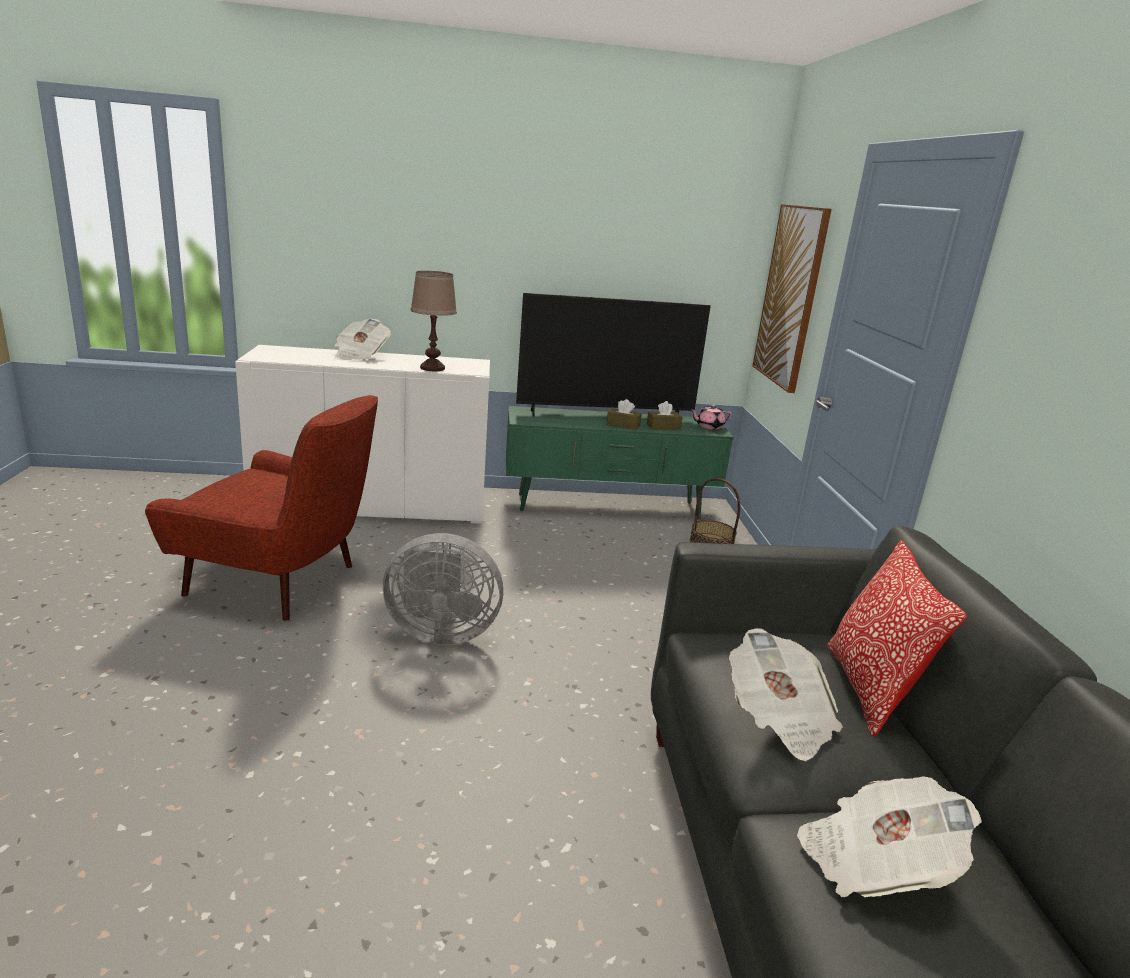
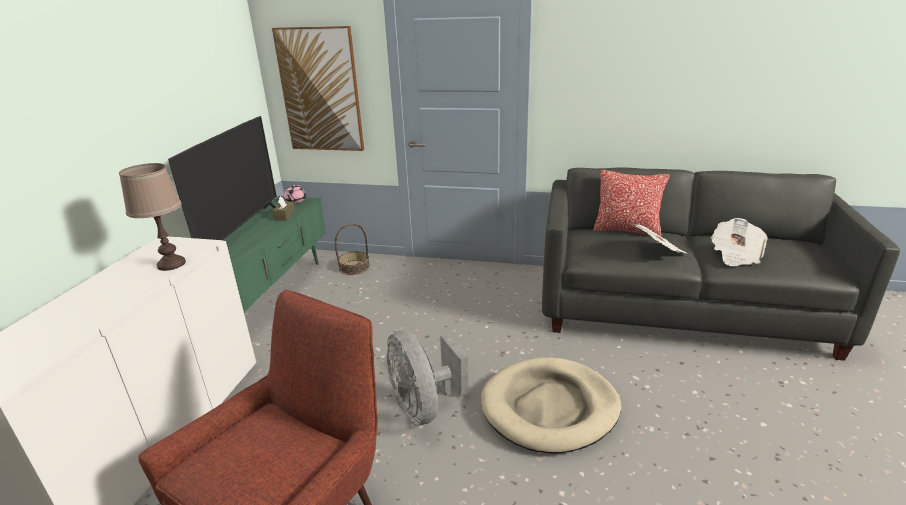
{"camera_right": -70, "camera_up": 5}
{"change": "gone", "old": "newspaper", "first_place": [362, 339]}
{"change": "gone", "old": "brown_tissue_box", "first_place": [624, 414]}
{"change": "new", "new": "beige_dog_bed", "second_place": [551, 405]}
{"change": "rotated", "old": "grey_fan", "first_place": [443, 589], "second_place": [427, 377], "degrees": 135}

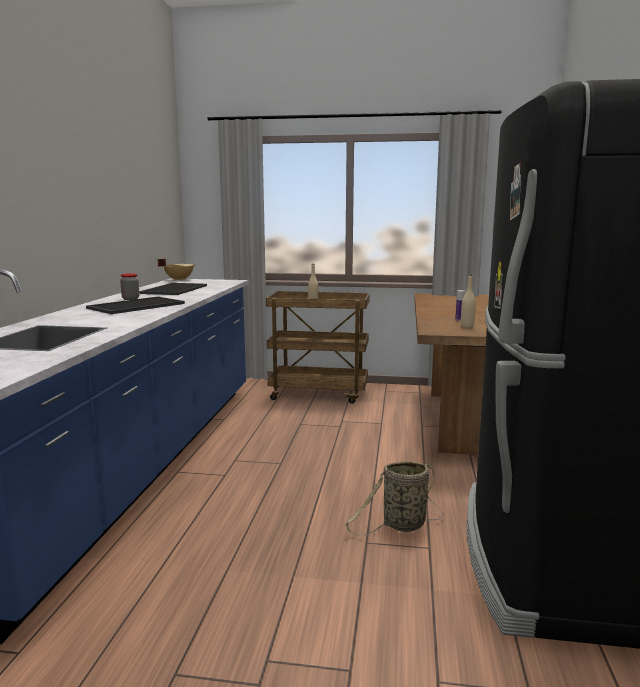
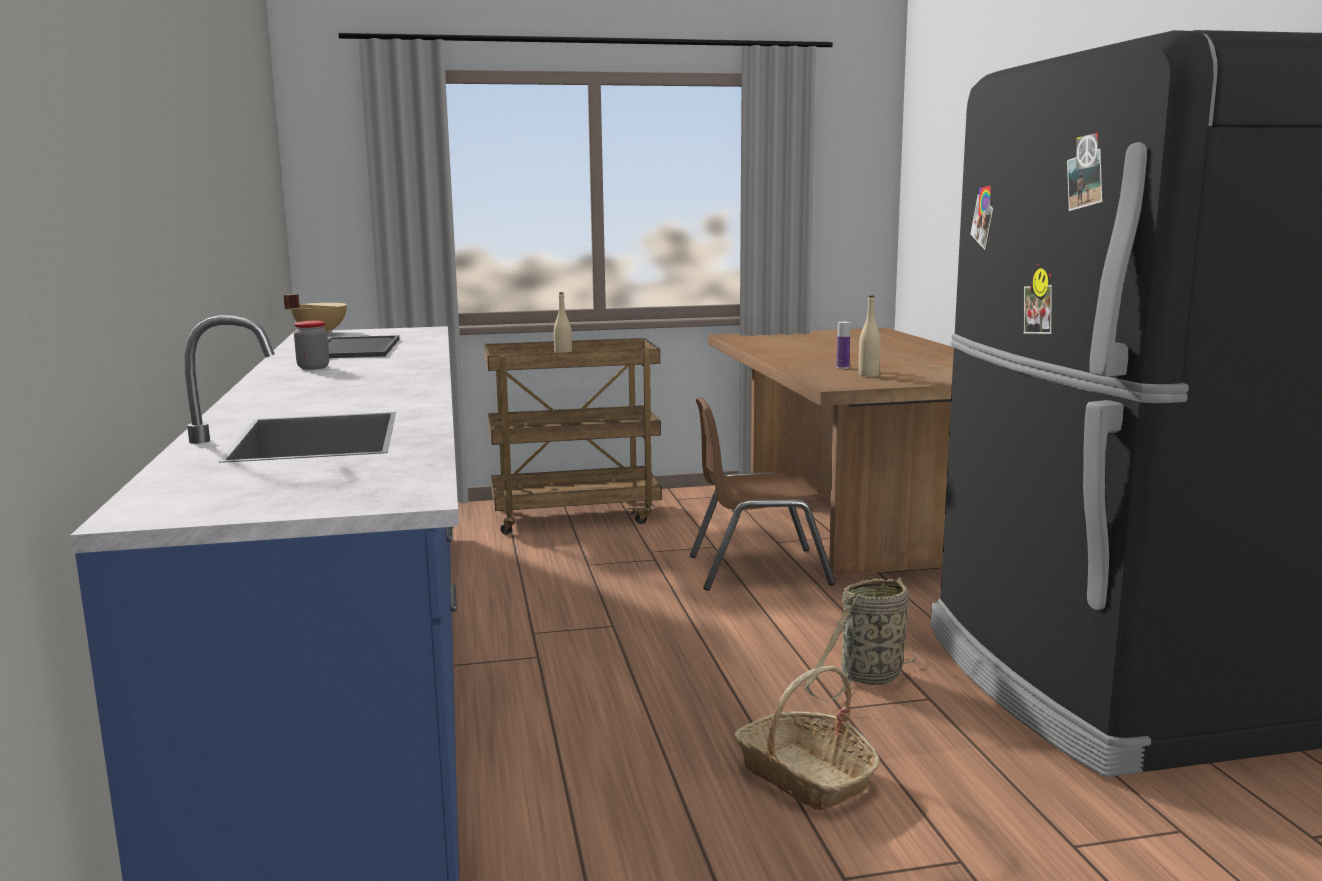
{"camera_right": -20, "camera_up": 0}
{"change": "gone", "old": "tray", "first_place": [135, 305]}
{"change": "new", "new": "brown_chair", "second_place": [762, 493]}
{"change": "new", "new": "basket", "second_place": [806, 737]}

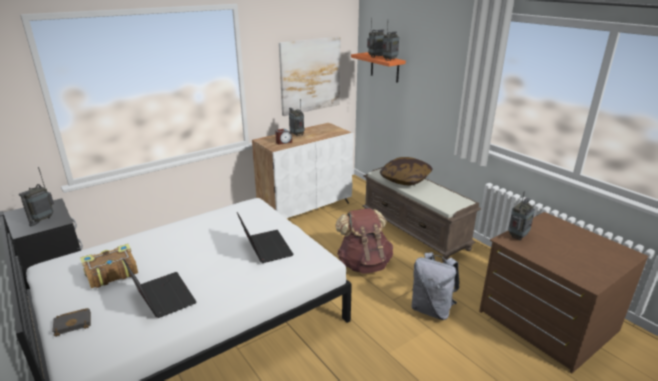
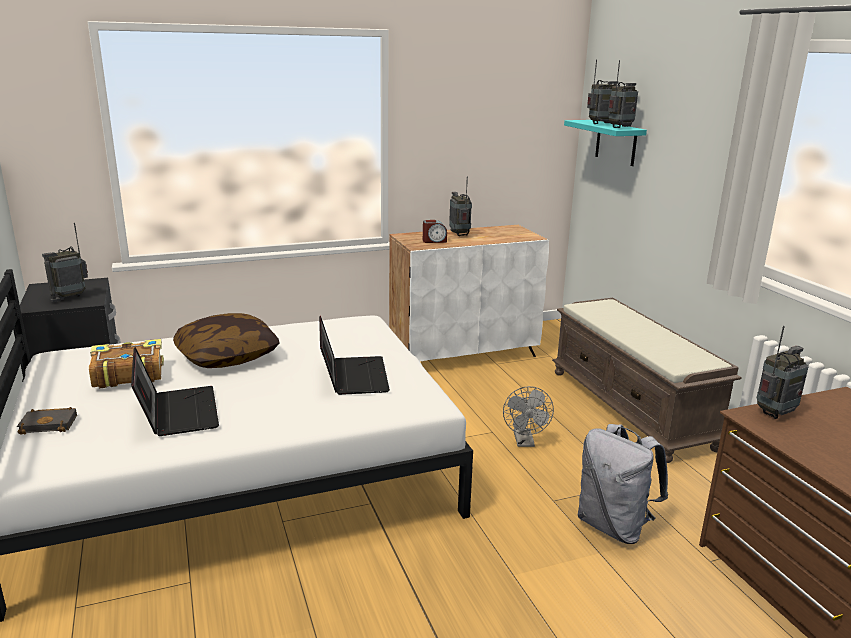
{"camera_right": 15, "camera_up": -5}
{"change": "gone", "old": "picture", "first_place": [309, 76]}
{"change": "shifted", "old": "pillow", "first_place": [406, 171], "second_place": [226, 340]}
{"change": "swapped", "old": "brown_backpack", "new": "grey_fan", "first_place": [364, 241], "second_place": [528, 416]}
{"change": "repainted", "old": "orange_shelf", "new": "turquoise_shelf", "first_place": [378, 67], "second_place": [605, 143]}

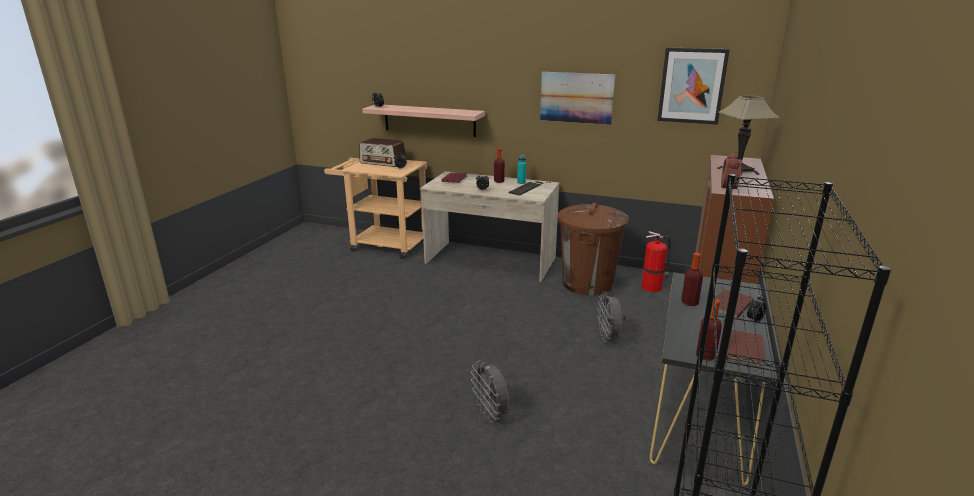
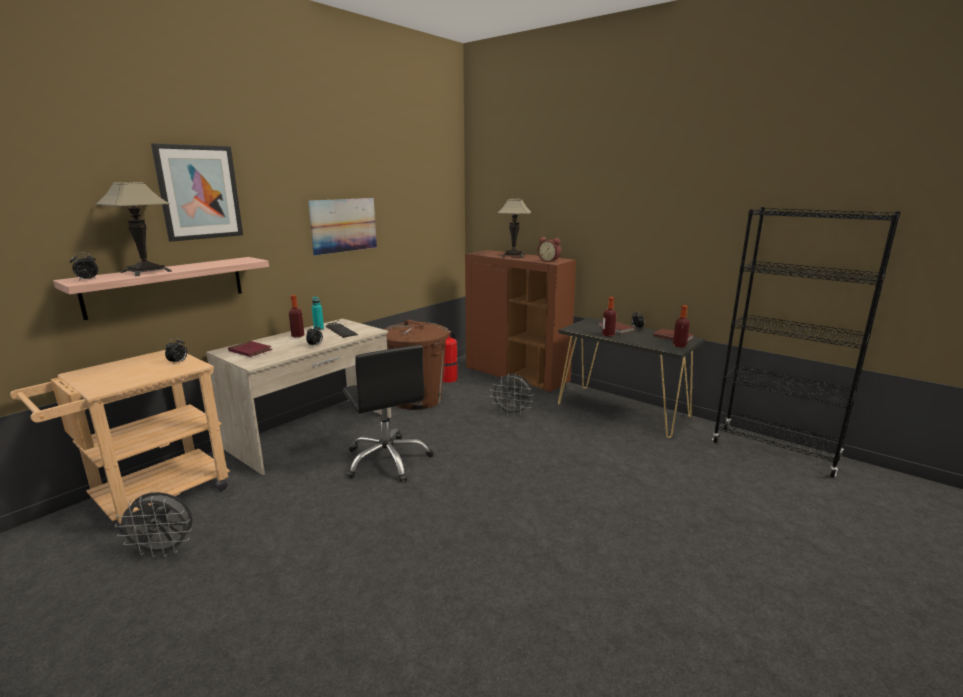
{"camera_right": -70, "camera_up": -5}
{"change": "gone", "old": "radio", "first_place": [383, 152]}
{"change": "new", "new": "table_lamp", "second_place": [133, 228]}
{"change": "new", "new": "black_office_chair", "second_place": [388, 413]}
{"change": "shifted", "old": "grey_fan", "first_place": [490, 391], "second_place": [154, 525]}
{"change": "shifted", "old": "picture", "first_place": [693, 86], "second_place": [197, 192]}

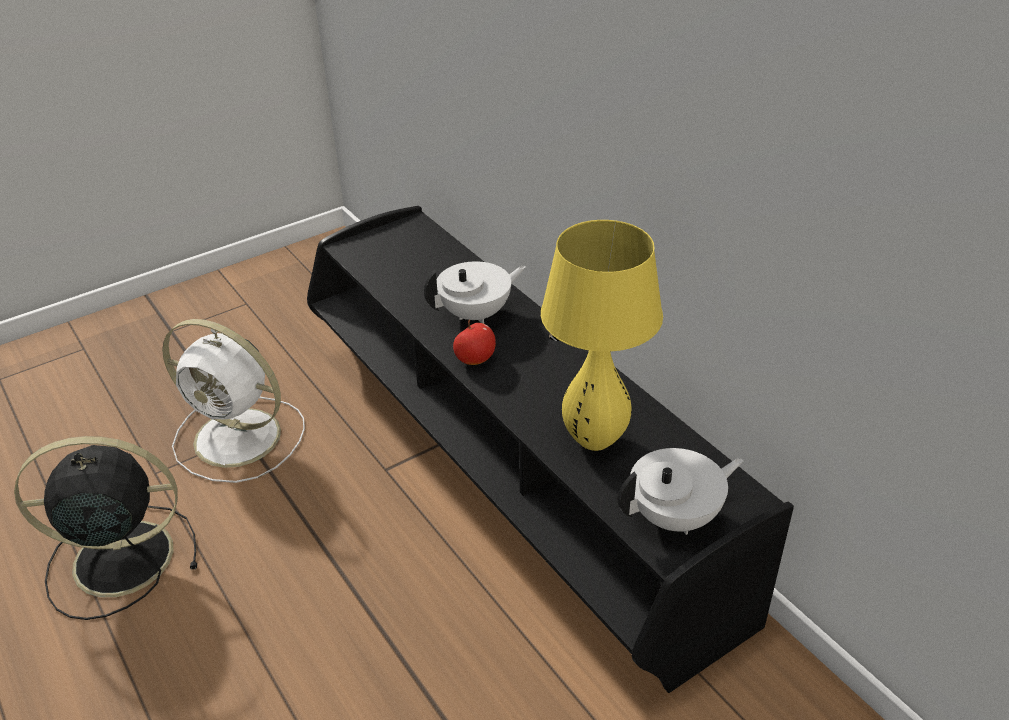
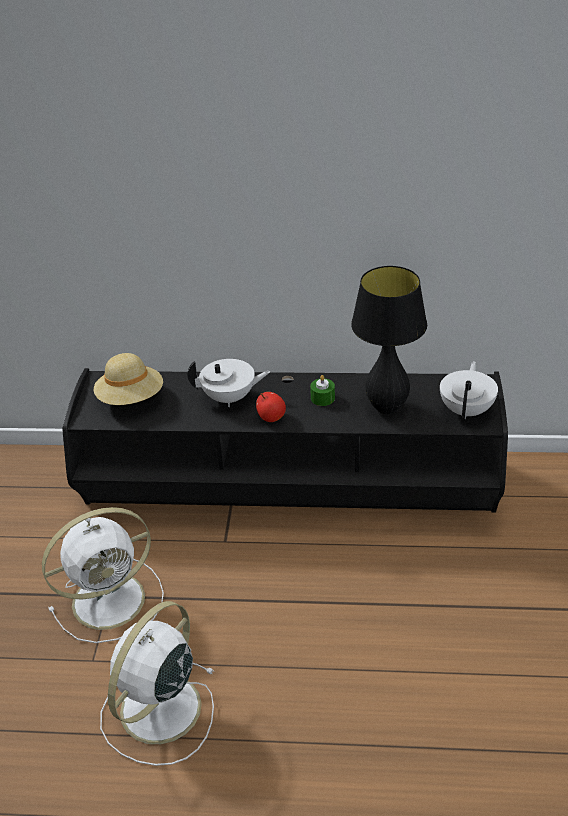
{"camera_right": -50, "camera_up": 0}
{"change": "new", "new": "beige_hat", "second_place": [128, 379]}
{"change": "new", "new": "green_candle", "second_place": [322, 390]}
{"change": "repainted", "old": "black_fan", "new": "white_fan", "first_place": [105, 528], "second_place": [157, 683]}
{"change": "repainted", "old": "yellow_table_lamp", "new": "black_table_lamp", "first_place": [602, 335], "second_place": [389, 340]}
{"change": "rotated", "old": "white_teapot", "first_place": [475, 292], "second_place": [228, 383], "degrees": 75}

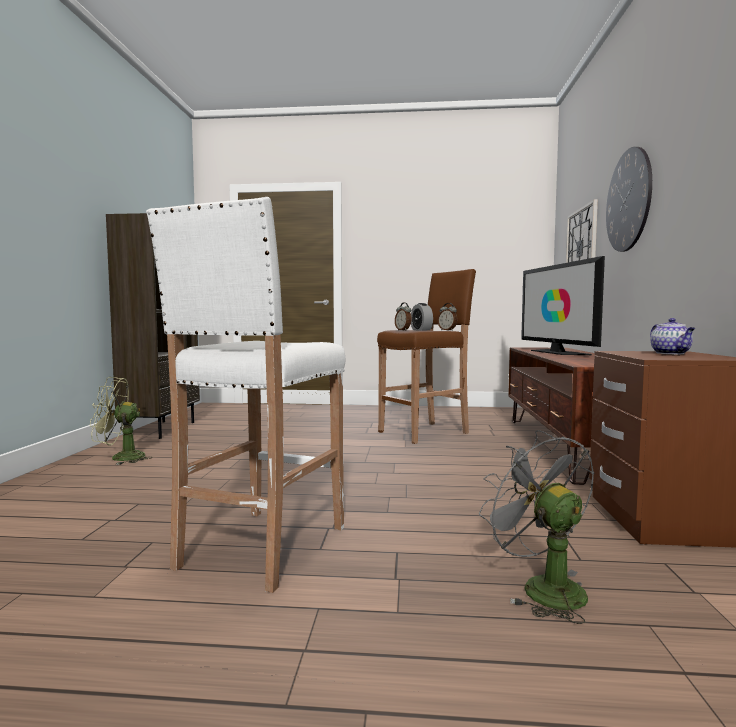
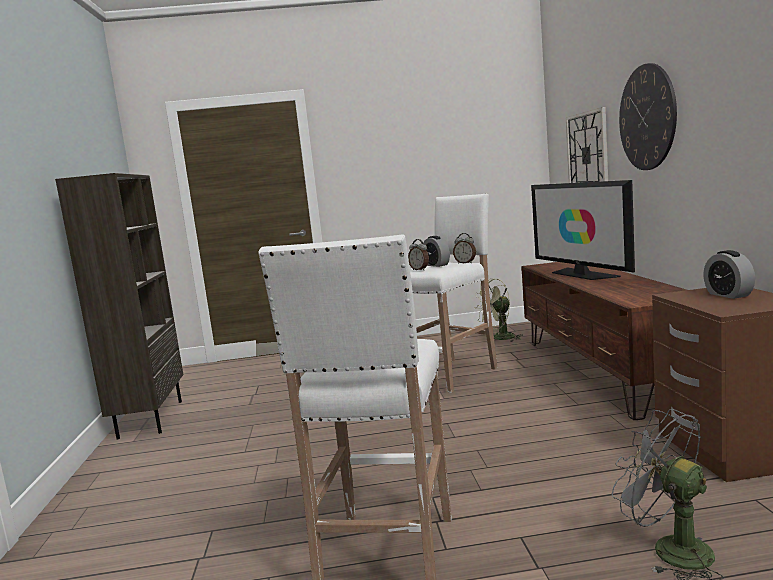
{"camera_right": -10, "camera_up": 5}
{"change": "shifted", "old": "green_fan", "first_place": [121, 421], "second_place": [498, 310]}
{"change": "swapped", "old": "teapot", "new": "alarm_clock", "first_place": [672, 336], "second_place": [729, 274]}
{"change": "repainted", "old": "brown_stool", "new": "white_stool", "first_place": [426, 356], "second_place": [454, 293]}

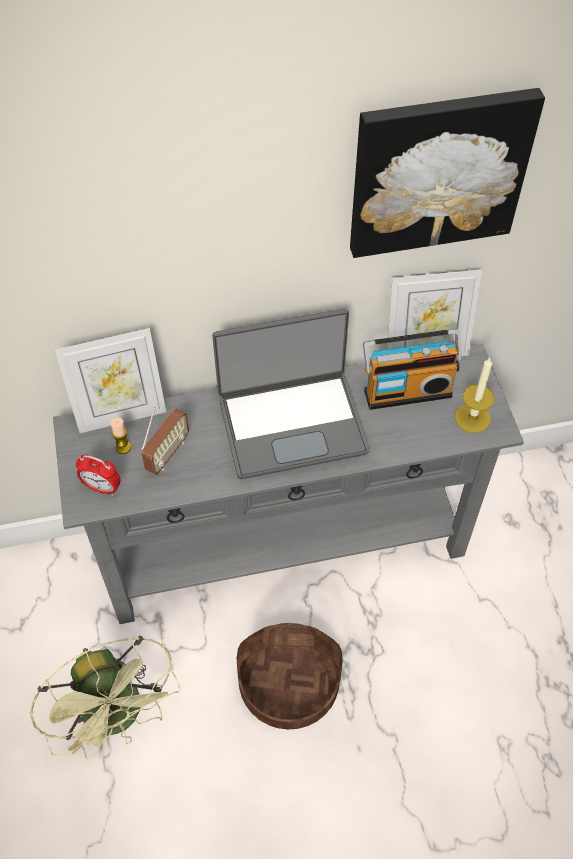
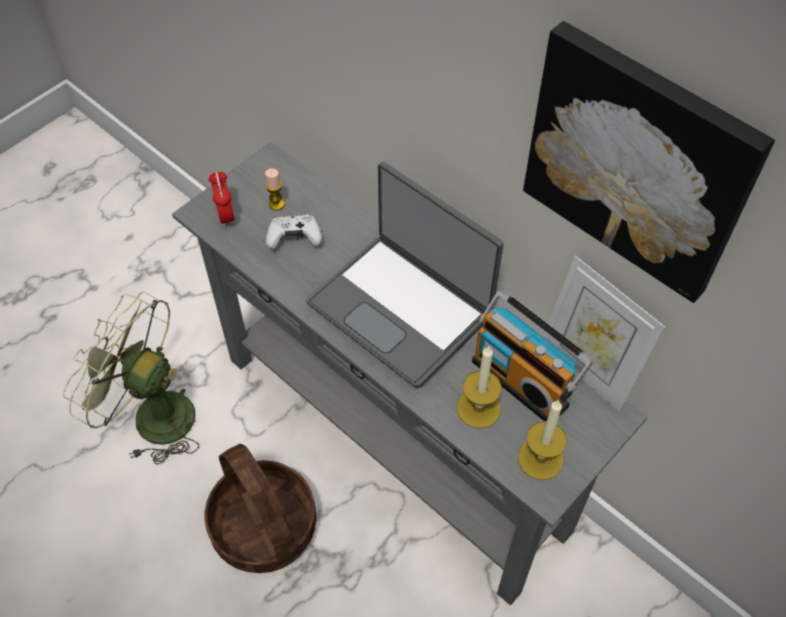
{"camera_right": 55, "camera_up": 0}
{"change": "gone", "old": "picture_frame", "first_place": [110, 380]}
{"change": "new", "new": "candle", "second_place": [479, 387]}
{"change": "swapped", "old": "radio", "new": "white_game_controller", "first_place": [165, 441], "second_place": [294, 232]}
{"change": "rotated", "old": "green_fan", "first_place": [104, 697], "second_place": [131, 378], "degrees": 90}

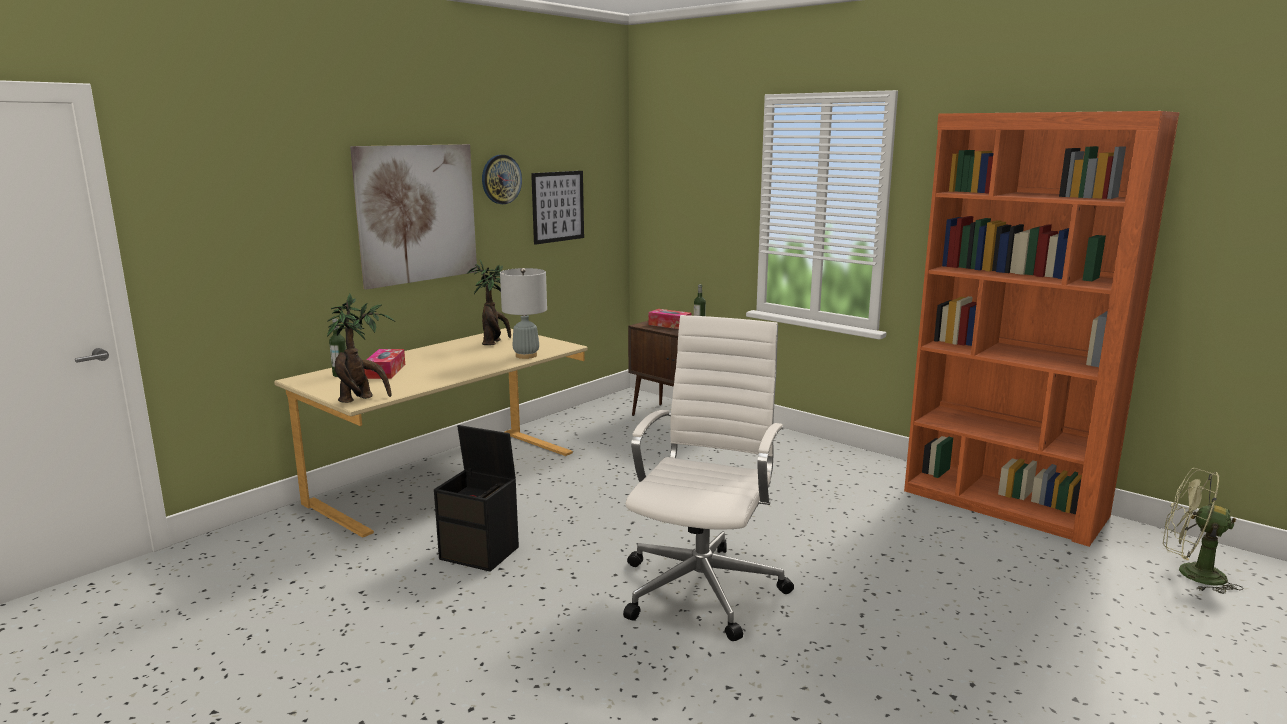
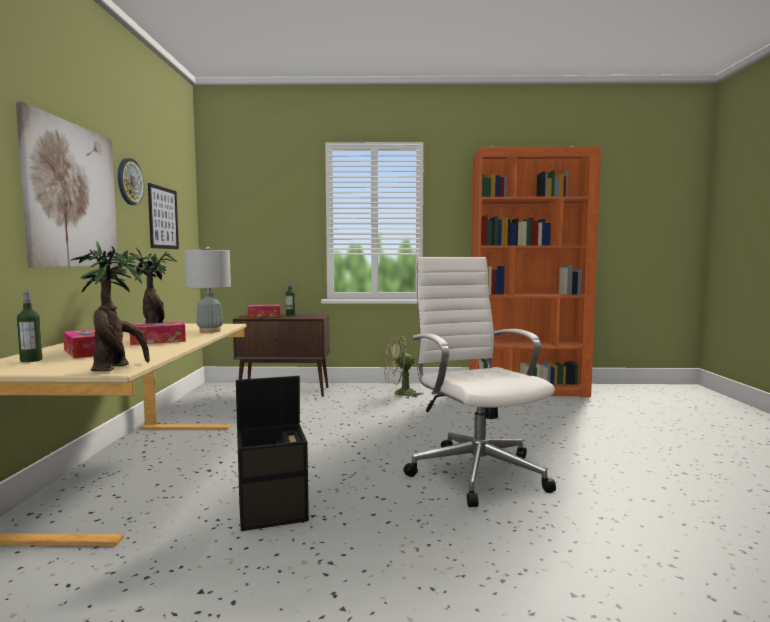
{"camera_right": -40, "camera_up": -10}
{"change": "new", "new": "tissue_box", "second_place": [158, 333]}
{"change": "shifted", "old": "green_fan", "first_place": [1203, 531], "second_place": [404, 367]}

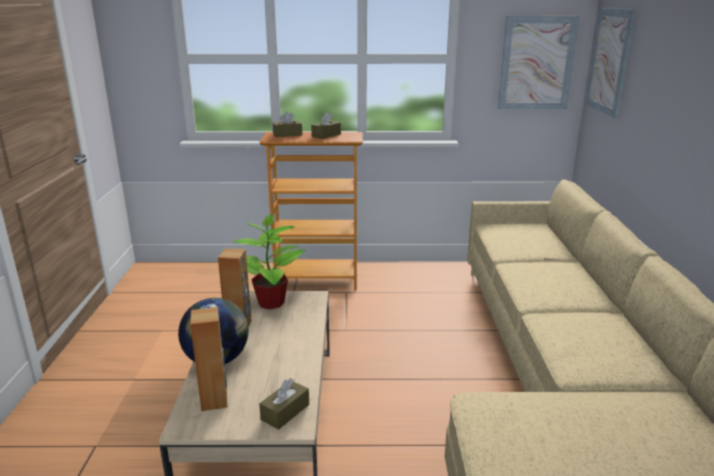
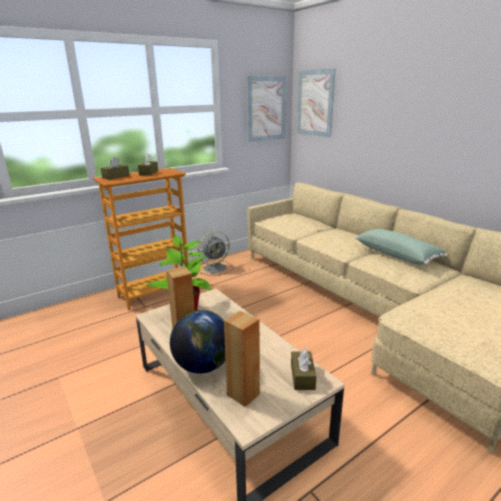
{"camera_right": -35, "camera_up": 0}
{"change": "new", "new": "grey_fan", "second_place": [215, 253]}
{"change": "new", "new": "green_pillow", "second_place": [401, 247]}

